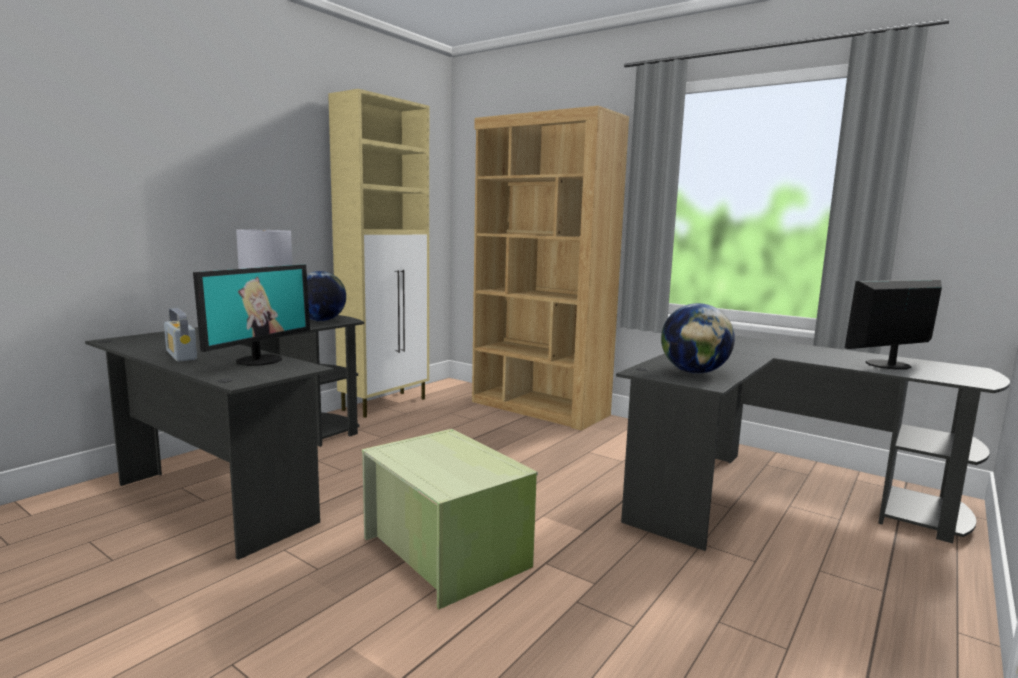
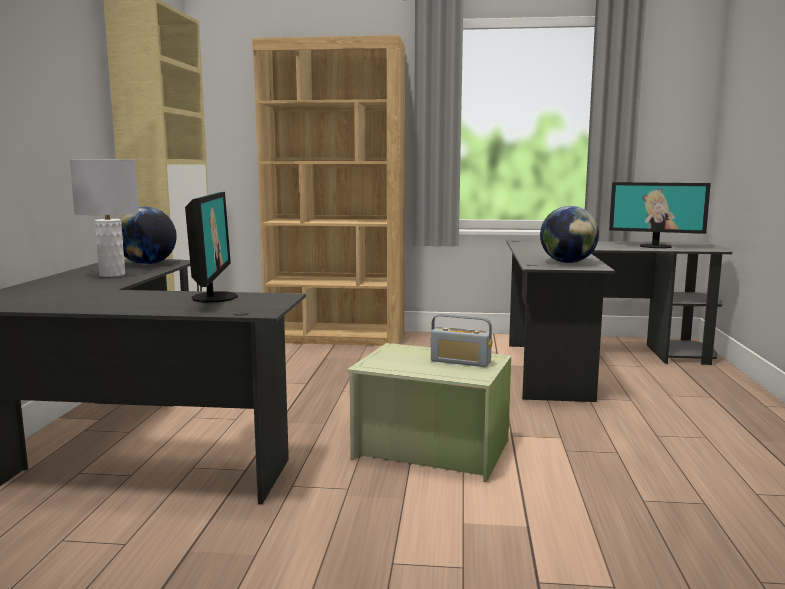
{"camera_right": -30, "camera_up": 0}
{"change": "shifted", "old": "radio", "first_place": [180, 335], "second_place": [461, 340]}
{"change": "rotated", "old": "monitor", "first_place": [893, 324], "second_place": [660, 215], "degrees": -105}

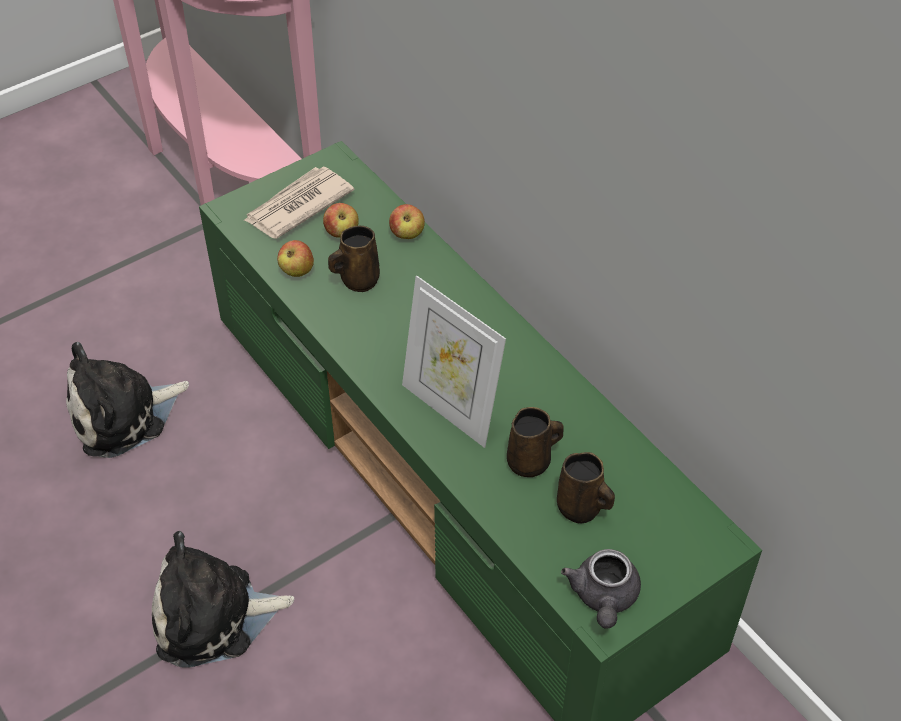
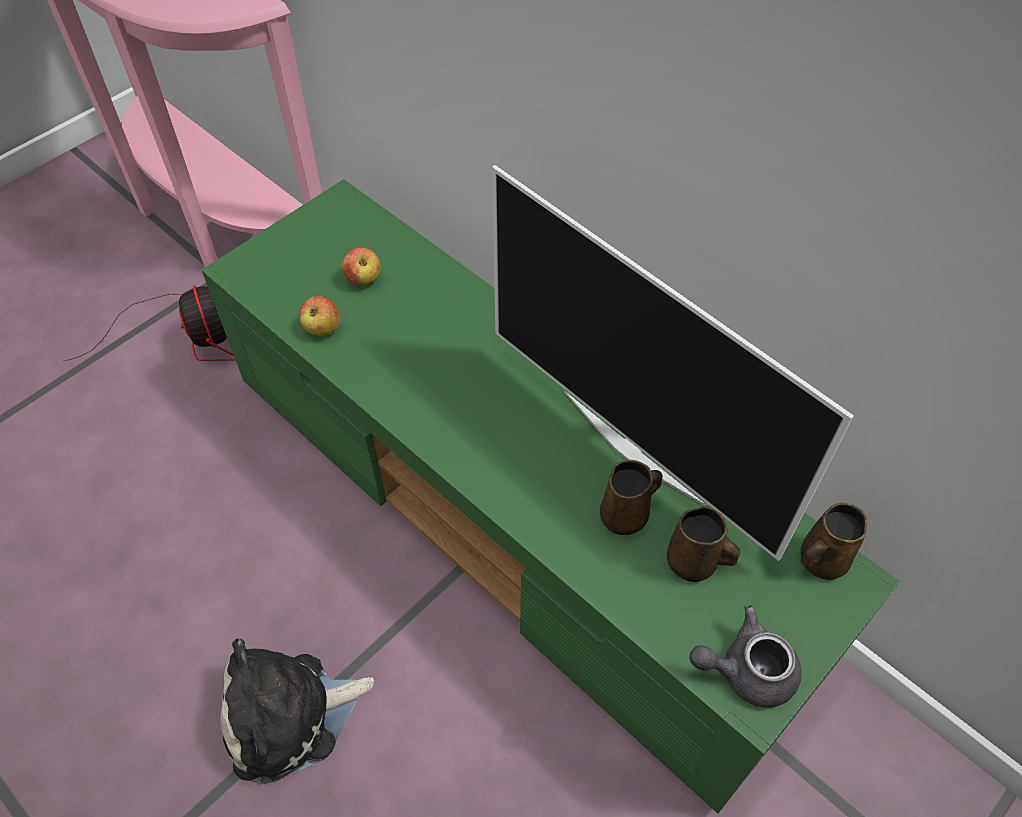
{"camera_right": -10, "camera_up": 5}
{"change": "gone", "old": "plush_toy", "first_place": [127, 400]}
{"change": "gone", "old": "newspaper", "first_place": [298, 203]}
{"change": "gone", "old": "apple", "first_place": [407, 221]}
{"change": "gone", "old": "picture_frame", "first_place": [454, 361]}
{"change": "new", "new": "fan", "second_place": [149, 324]}
{"change": "new", "new": "television", "second_place": [673, 363]}
{"change": "shifted", "old": "brown_mug", "first_place": [354, 259], "second_place": [834, 541]}
{"change": "rotated", "old": "grey_teapot", "first_place": [601, 589], "second_place": [745, 656], "degrees": 90}

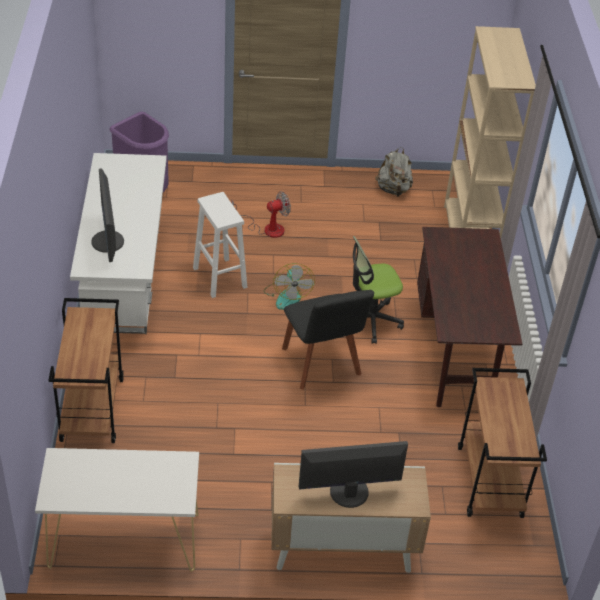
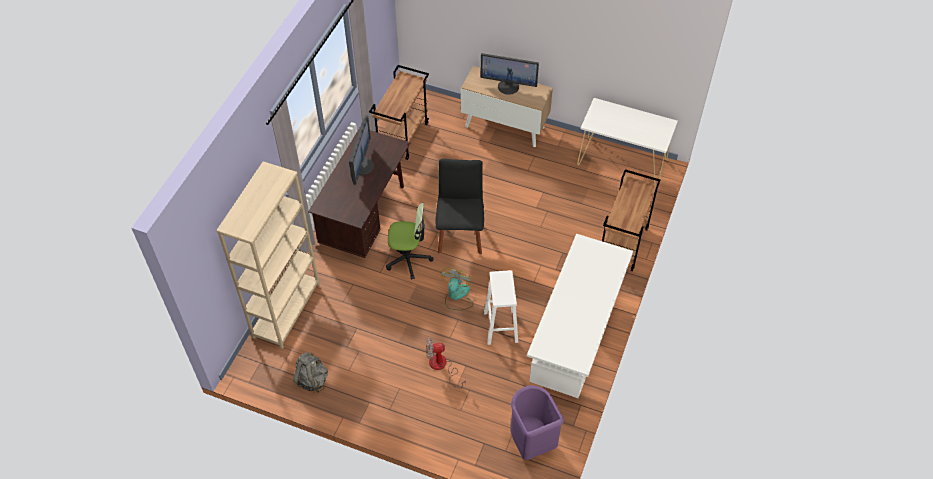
{"camera_right": -155, "camera_up": 10}
{"change": "shifted", "old": "monitor", "first_place": [107, 215], "second_place": [361, 150]}

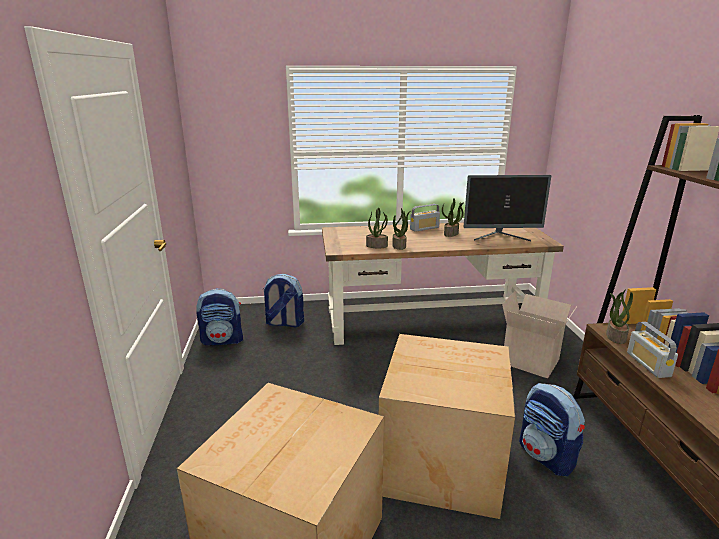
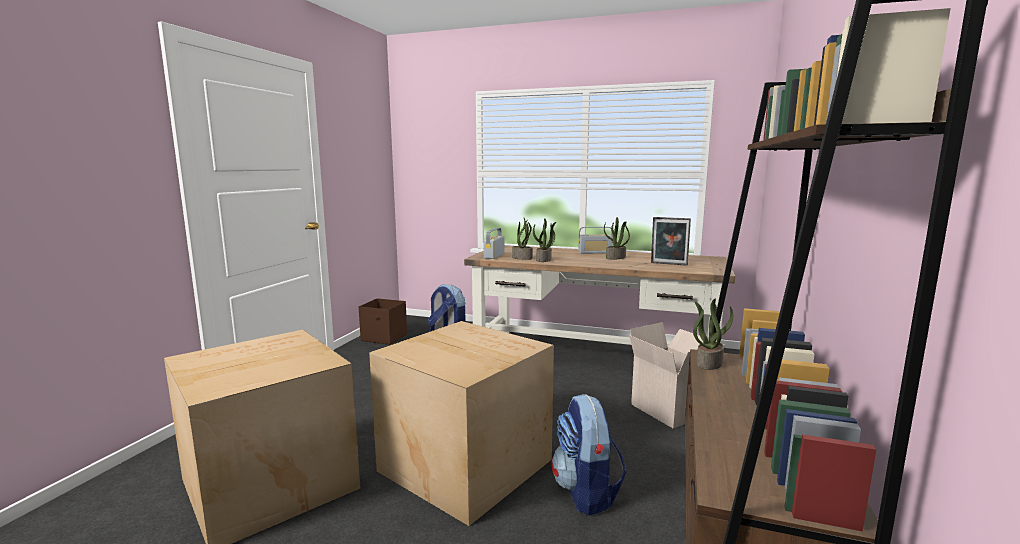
{"camera_right": 25, "camera_up": -10}
{"change": "shifted", "old": "radio", "first_place": [652, 350], "second_place": [493, 243]}
{"change": "swapped", "old": "backpack", "new": "brown_storage_box", "first_place": [220, 316], "second_place": [382, 321]}
{"change": "swapped", "old": "monitor", "new": "picture_frame", "first_place": [507, 208], "second_place": [671, 241]}

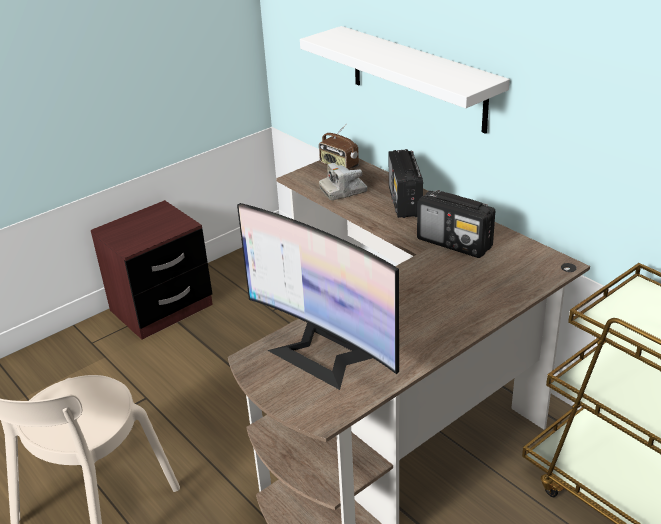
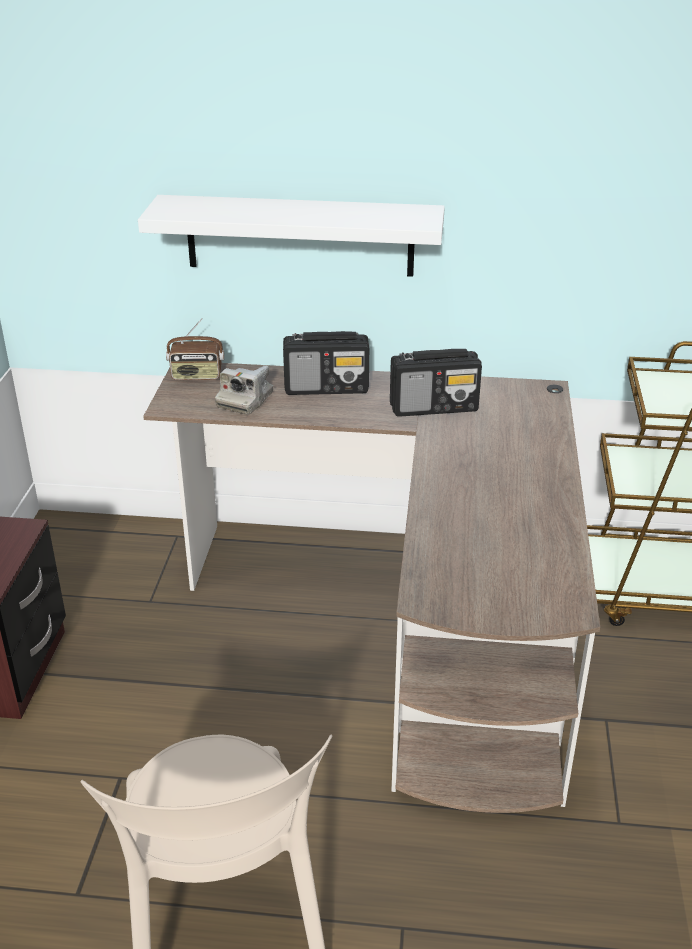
{"camera_right": -45, "camera_up": 0}
{"change": "gone", "old": "monitor", "first_place": [318, 296]}
{"change": "rotated", "old": "radio", "first_place": [406, 183], "second_place": [326, 363], "degrees": -45}

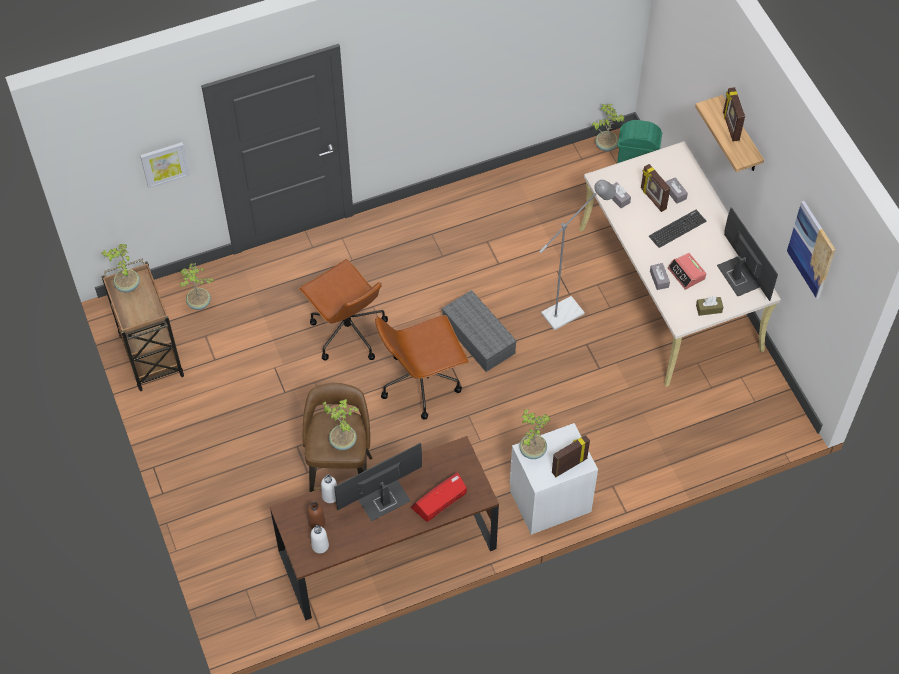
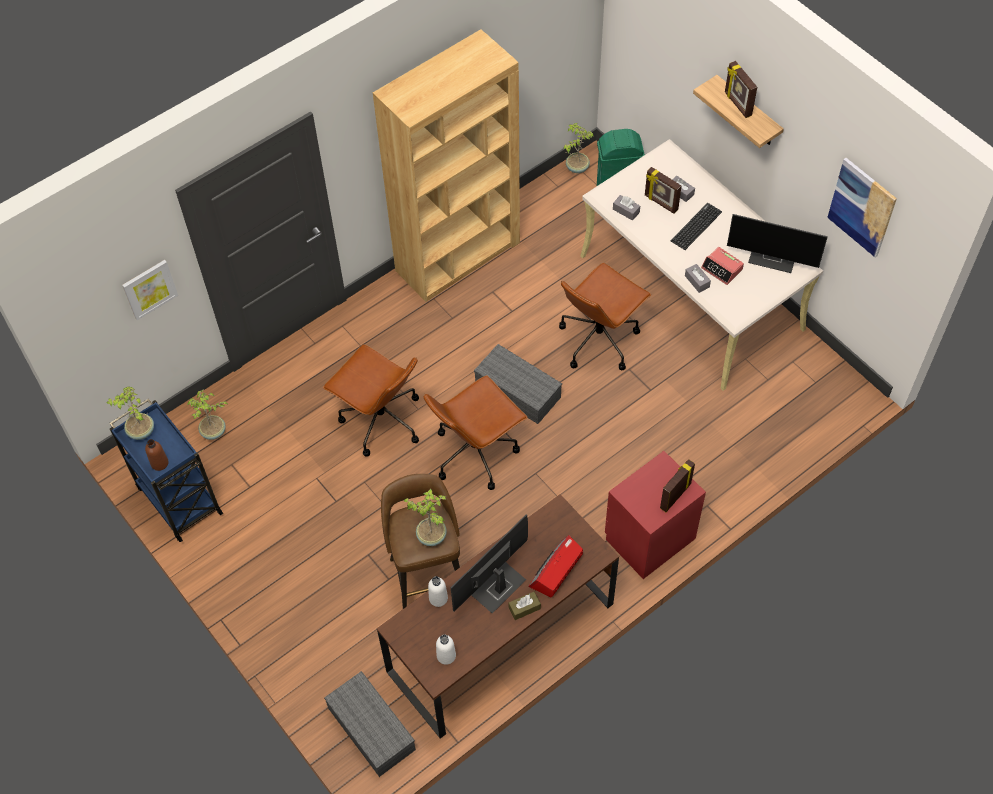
{"camera_right": -15, "camera_up": 0}
{"change": "gone", "old": "potted_plant", "first_place": [535, 434]}
{"change": "new", "new": "grey_storage_box", "second_place": [370, 724]}
{"change": "new", "new": "brown_bookcase", "second_place": [446, 165]}
{"change": "shifted", "old": "brown_bottle", "first_place": [316, 515], "second_place": [157, 455]}
{"change": "shifted", "old": "brown_tissue_box", "first_place": [709, 306], "second_place": [525, 606]}
{"change": "swapped", "old": "grey_floor_lamp", "new": "brown_office_chair", "first_place": [577, 255], "second_place": [605, 316]}
{"change": "repainted", "old": "brown_cart", "new": "blue_cart", "first_place": [143, 325], "second_place": [166, 470]}
{"change": "repainted", "old": "white_nightstand", "new": "red_nightstand", "first_place": [554, 479], "second_place": [655, 515]}
{"change": "rotated", "old": "monitor", "first_place": [747, 254], "second_place": [777, 243], "degrees": 150}

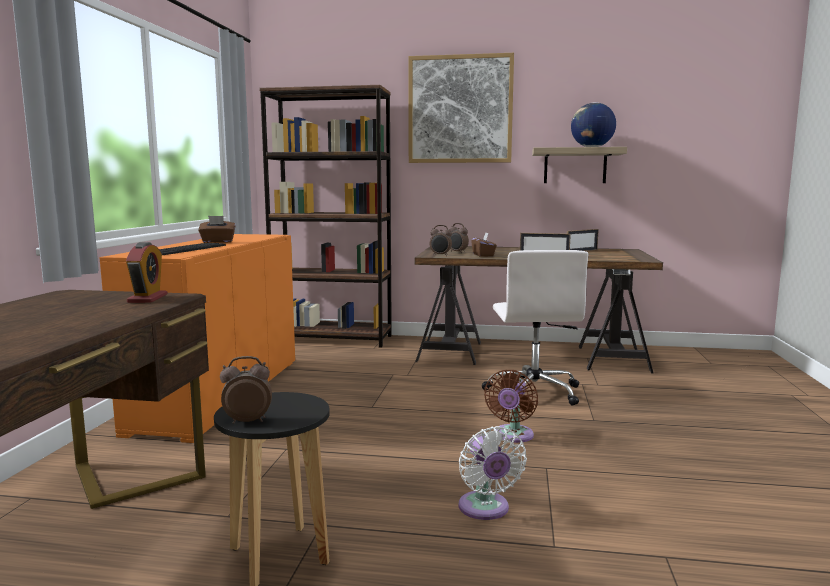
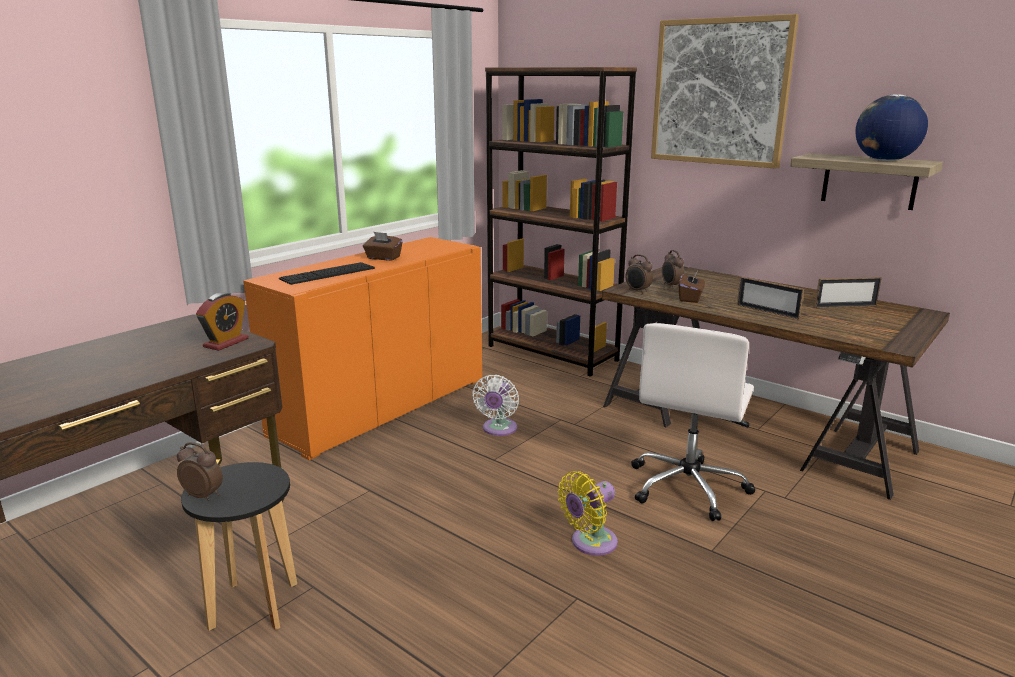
{"camera_right": 30, "camera_up": 10}
{"change": "shifted", "old": "white_fan", "first_place": [493, 473], "second_place": [495, 405]}
{"change": "repainted", "old": "brown_fan", "new": "yellow_fan", "first_place": [511, 406], "second_place": [588, 513]}

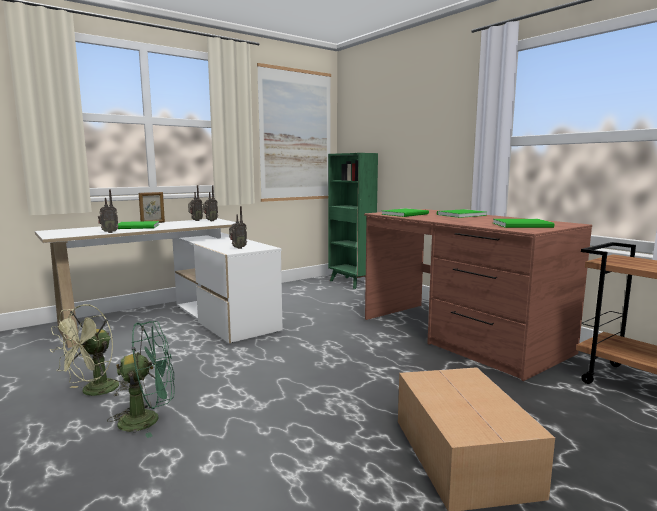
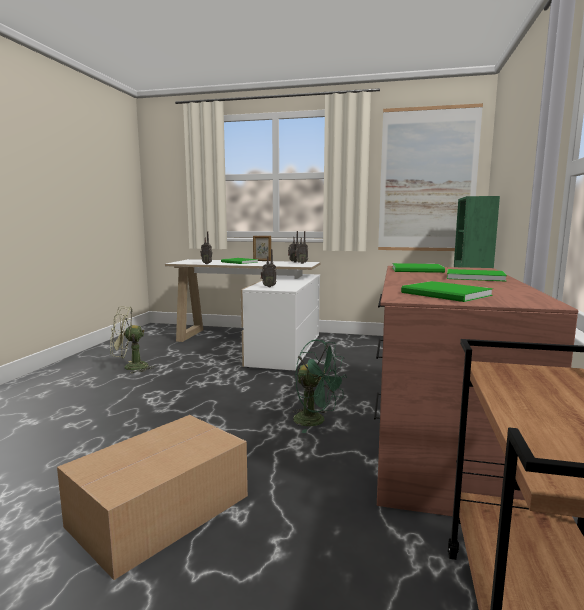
{"camera_right": 50, "camera_up": 0}
{"change": "shifted", "old": "green_fan", "first_place": [141, 379], "second_place": [320, 386]}

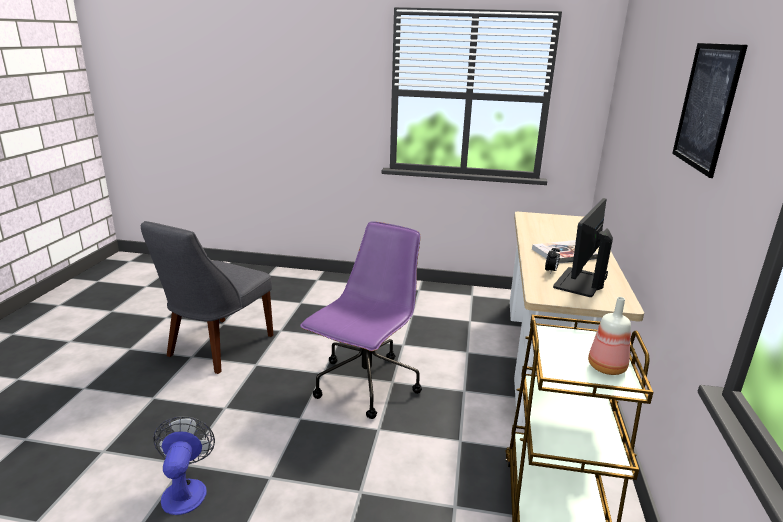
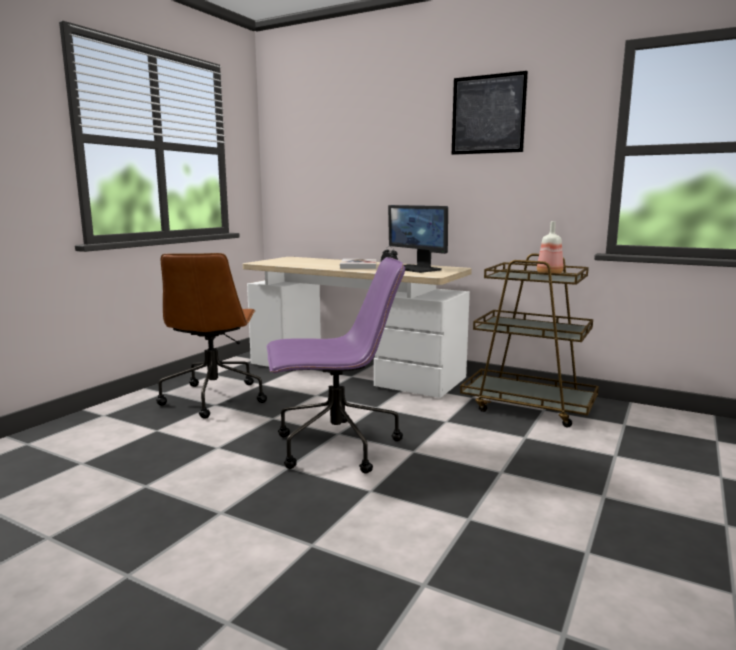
{"camera_right": -70, "camera_up": -10}
{"change": "gone", "old": "grey_chair", "first_place": [207, 297]}
{"change": "gone", "old": "fan", "first_place": [184, 465]}
{"change": "new", "new": "brown_office_chair", "second_place": [211, 336]}
{"change": "rotated", "old": "purple_office_chair", "first_place": [361, 320], "second_place": [336, 365], "degrees": 120}

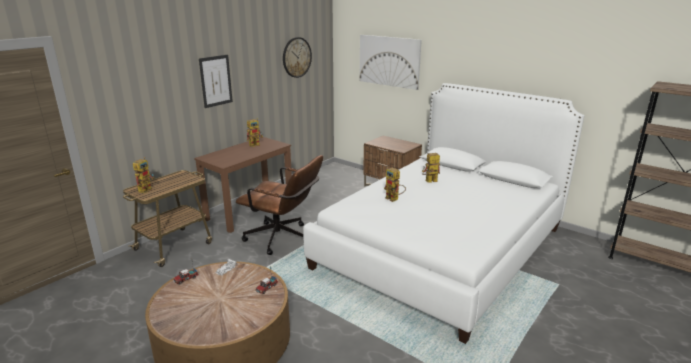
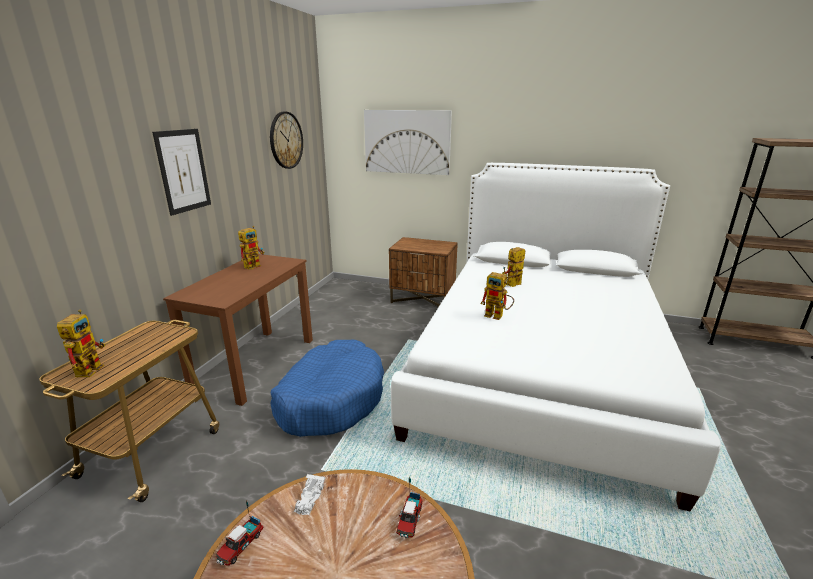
{"camera_right": -20, "camera_up": 0}
{"change": "swapped", "old": "brown_office_chair", "new": "blue_dog_bed", "first_place": [279, 205], "second_place": [327, 388]}

